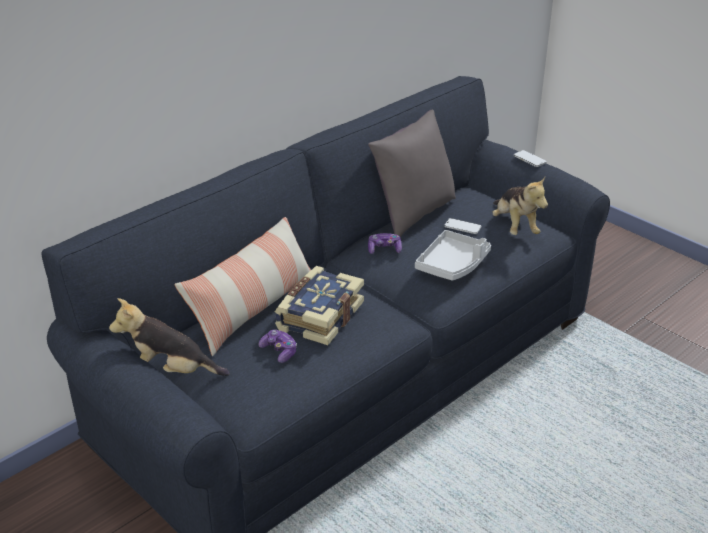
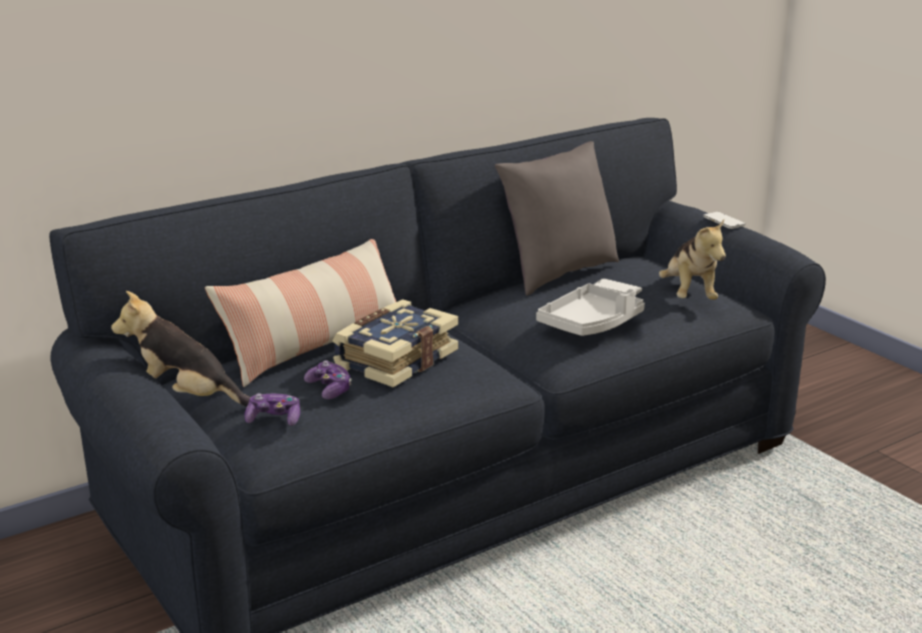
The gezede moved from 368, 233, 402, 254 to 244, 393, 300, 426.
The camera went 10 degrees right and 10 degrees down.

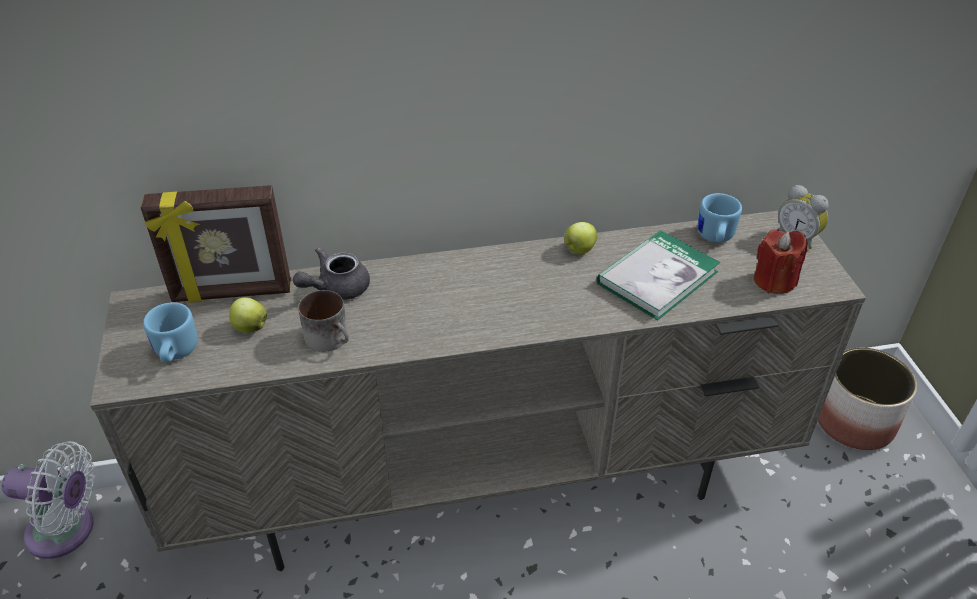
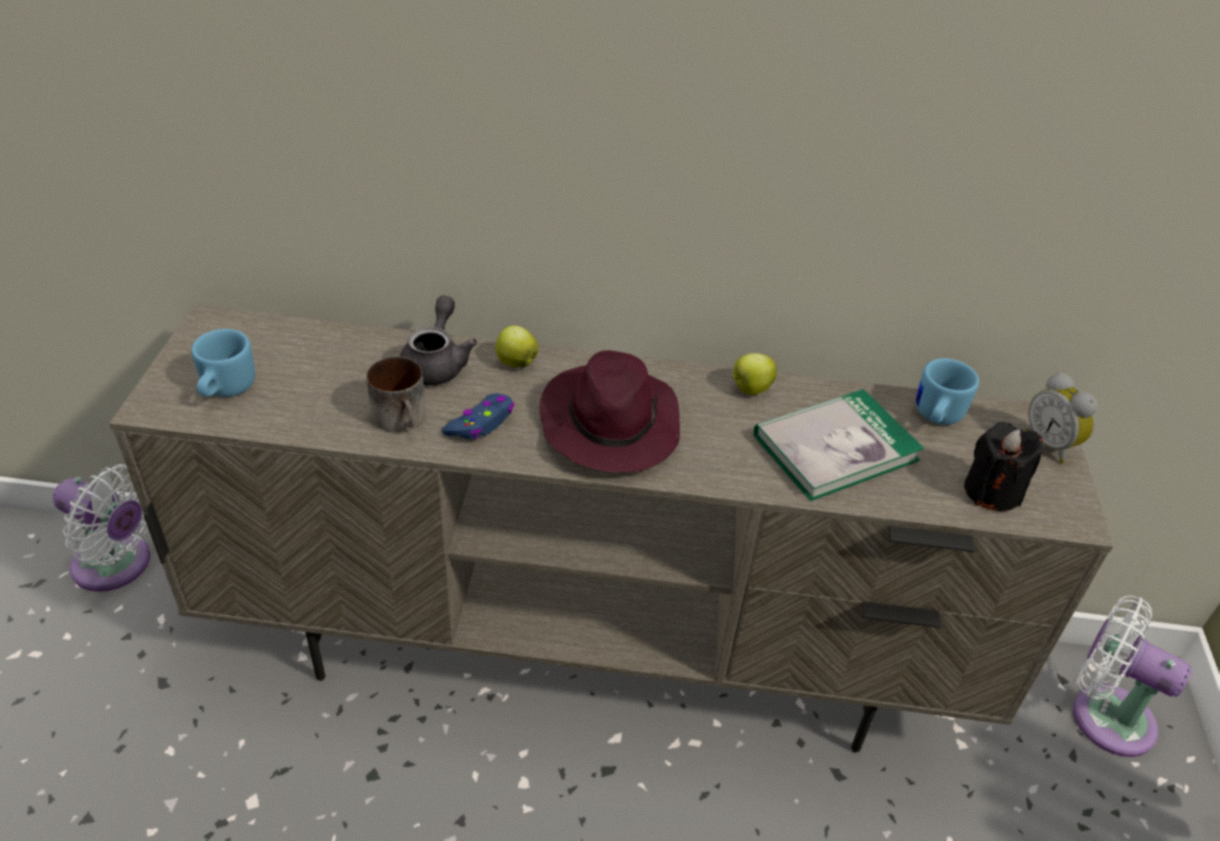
The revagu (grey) at 293, 248, 370, 300 turned 120 degrees clockwise.
The gezede (blue) at 442, 393, 514, 439 appeared.
The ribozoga moved from 229, 297, 267, 333 to 495, 325, 538, 367.
The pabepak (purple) at 539, 350, 680, 473 appeared.
The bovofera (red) at 754, 229, 808, 294 became the bovofera (black) at 964, 422, 1043, 511.
The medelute at 818, 348, 917, 450 was replaced by the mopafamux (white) at 1073, 596, 1192, 757.
The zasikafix at 141, 185, 291, 303 disappeared.
The camera went 15 degrees right and 0 degrees up.

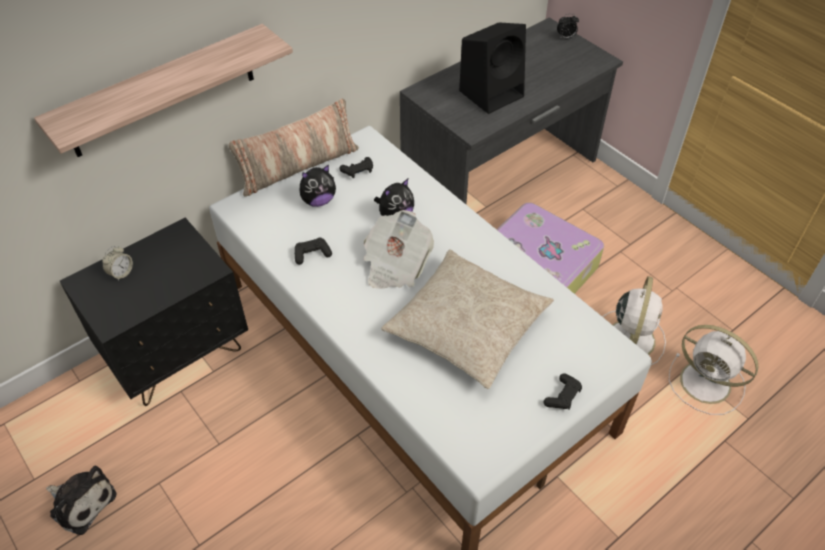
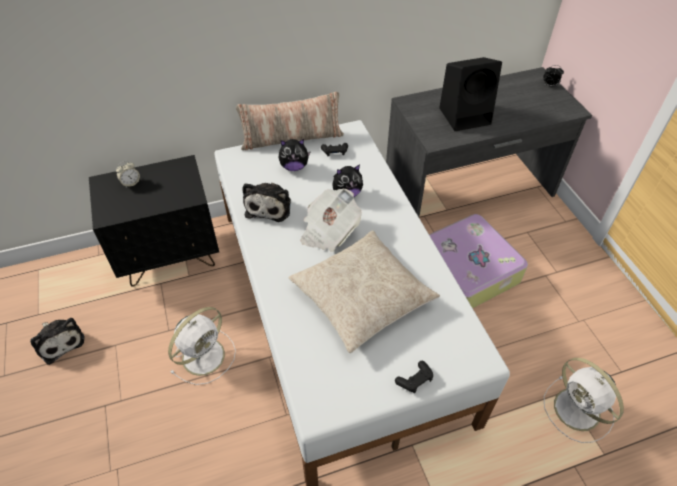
The mopafamux (white) moved from 602, 276, 666, 365 to 168, 307, 236, 385.
The gezede (black) at 295, 238, 332, 265 was replaced by the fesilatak at 242, 183, 291, 222.
The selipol at 34, 24, 293, 157 disappeared.
The camera went 20 degrees right and 0 degrees up.

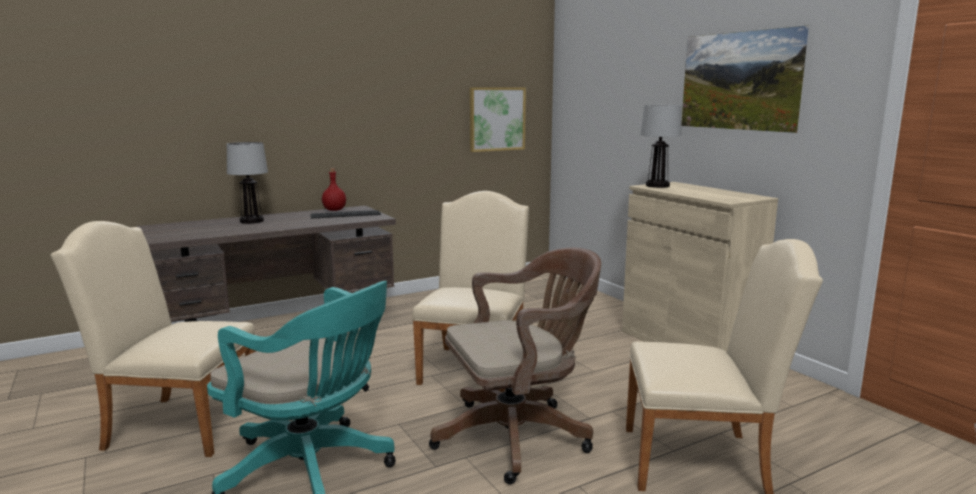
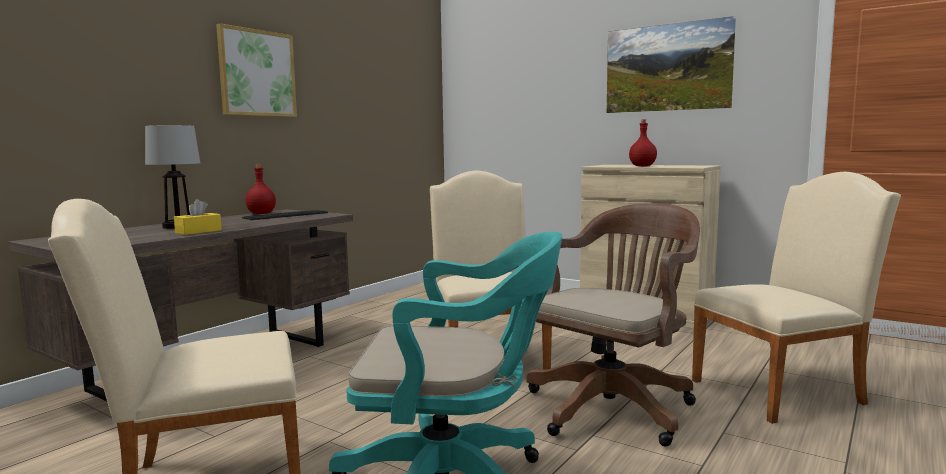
The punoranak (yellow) at 174, 199, 222, 235 appeared.
The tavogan moved from 470, 87, 526, 152 to 216, 23, 297, 117.
The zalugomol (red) at 629, 119, 657, 166 appeared.
The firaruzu at 641, 105, 682, 188 disappeared.
The camera went 25 degrees left and 5 degrees down.

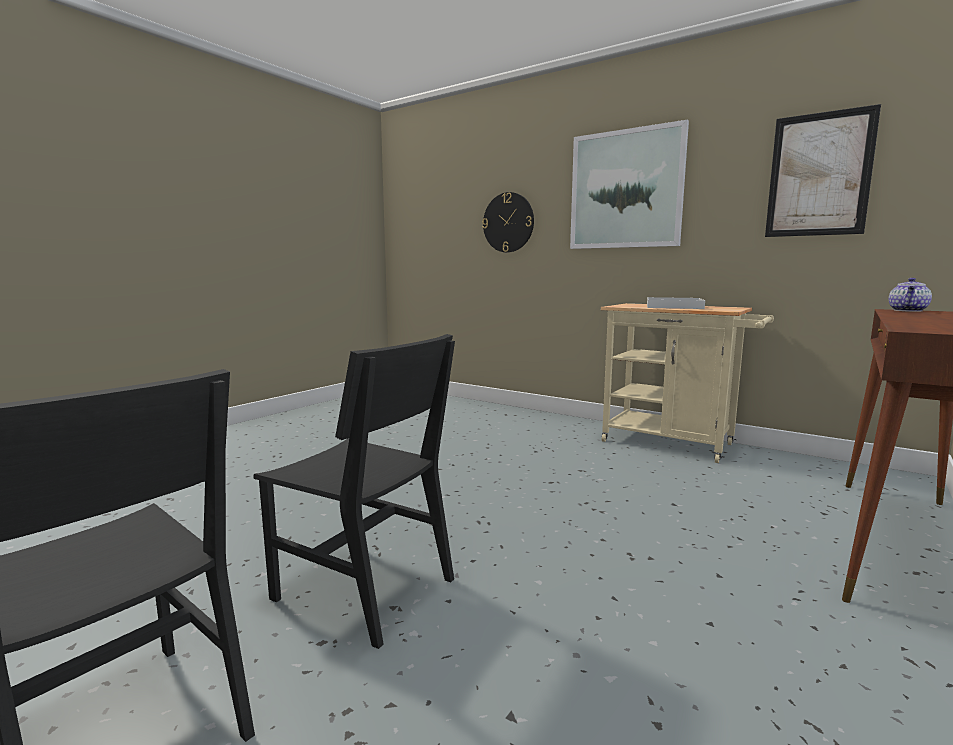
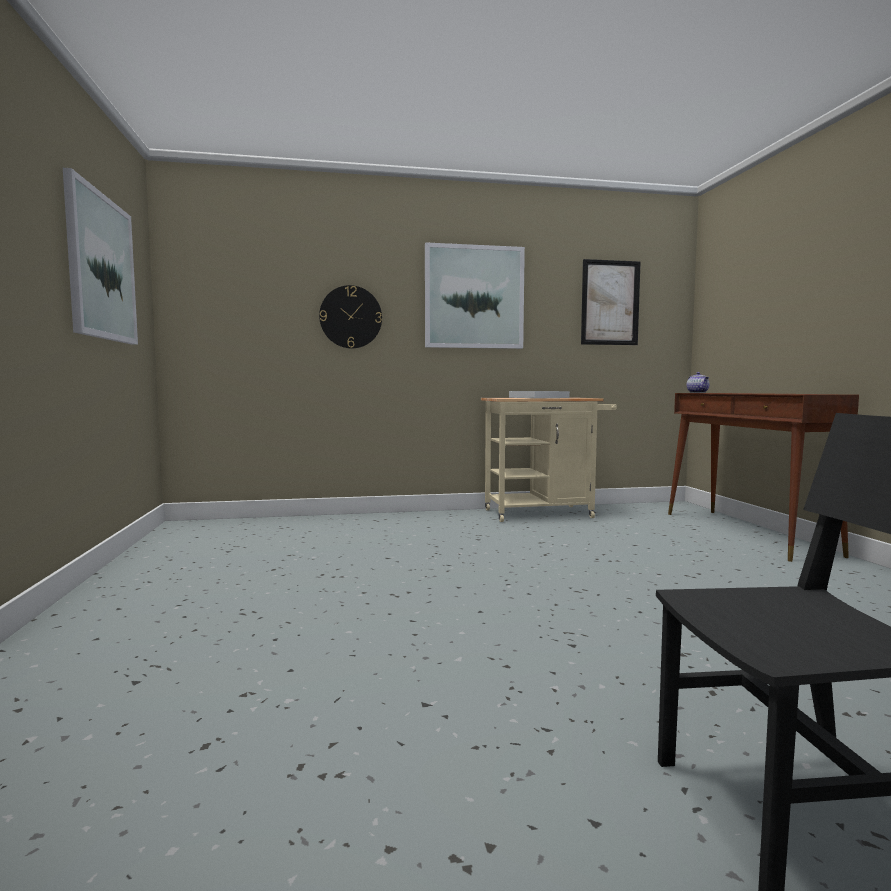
The tavogan at 63, 168, 138, 345 appeared.
The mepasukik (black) at 253, 334, 455, 649 disappeared.
The camera went 45 degrees left and 5 degrees down.

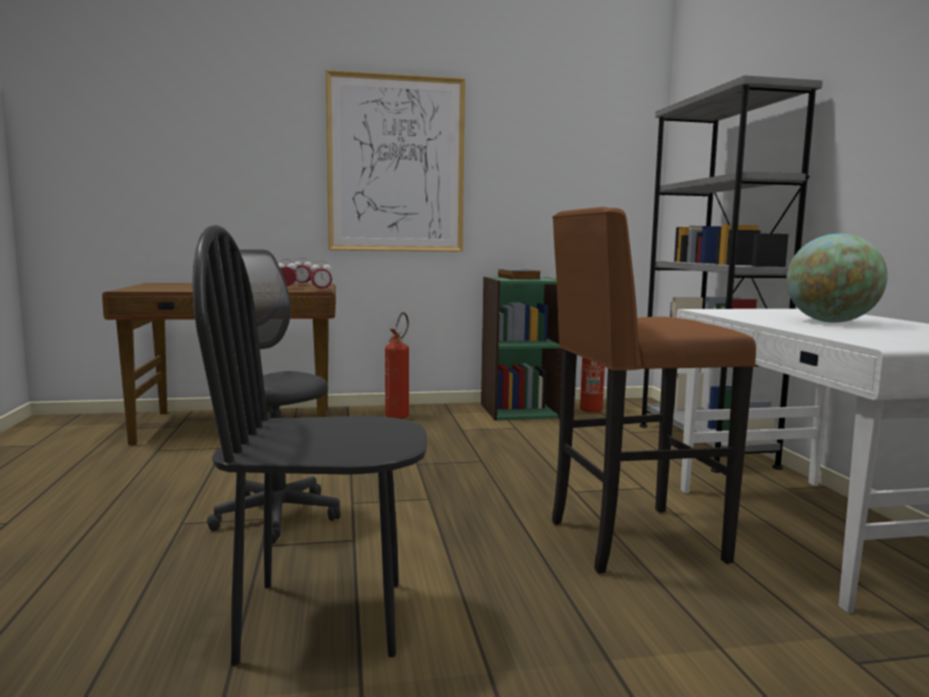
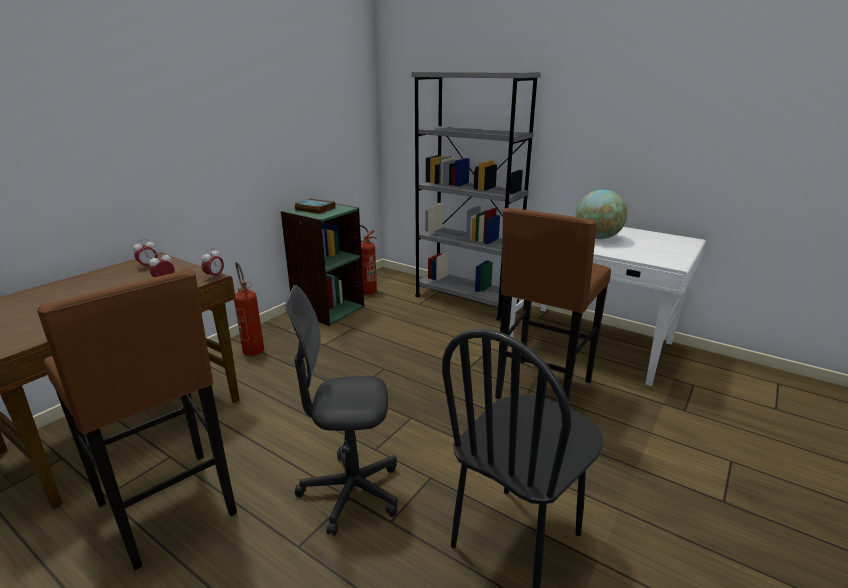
The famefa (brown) at 37, 269, 237, 570 appeared.
The tavogan at 326, 70, 465, 252 disappeared.
The camera went 45 degrees left and 15 degrees up.

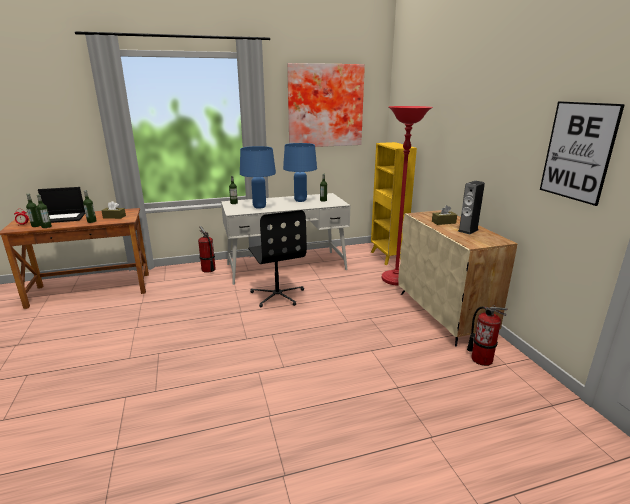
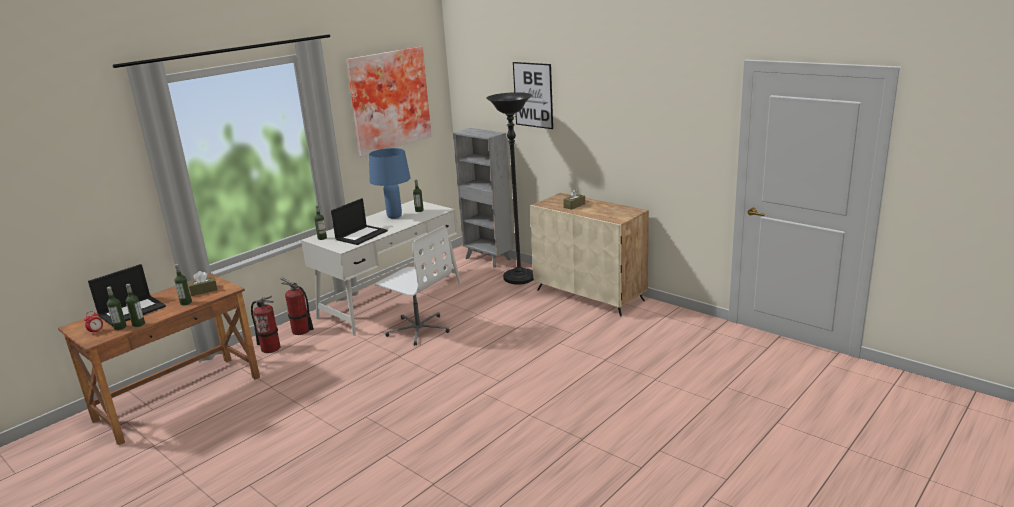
The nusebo moved from 467, 305, 508, 366 to 251, 296, 280, 353.
The firaruzu (blue) at 240, 146, 276, 209 was replaced by the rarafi at 331, 198, 388, 245.
The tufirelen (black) at 248, 210, 307, 307 became the tufirelen (white) at 375, 226, 452, 345.
The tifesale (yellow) at 371, 142, 417, 265 became the tifesale (grey) at 453, 128, 513, 268.
The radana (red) at 382, 106, 433, 286 became the radana (black) at 486, 92, 534, 285.
The tavogan moved from 540, 101, 625, 206 to 513, 62, 553, 129.
The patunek at 458, 181, 485, 235 disappeared.
The camera went 30 degrees left and 0 degrees up.

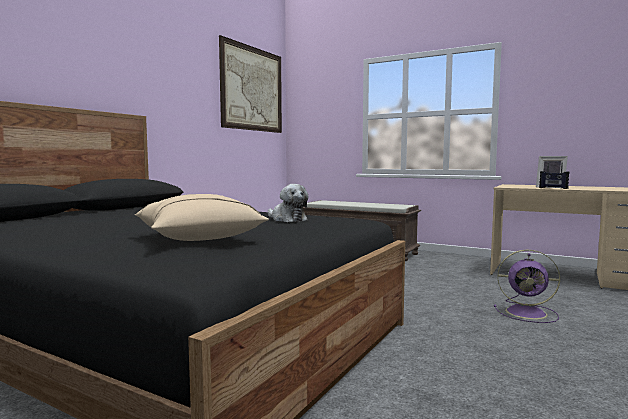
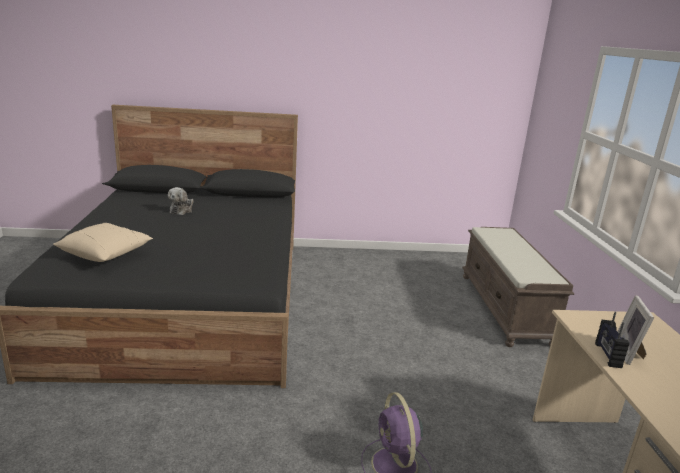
The fesilatak moved from 268, 184, 309, 222 to 168, 187, 194, 215.
The tavogan at 219, 35, 282, 133 disappeared.
The camera went 55 degrees right and 15 degrees up.

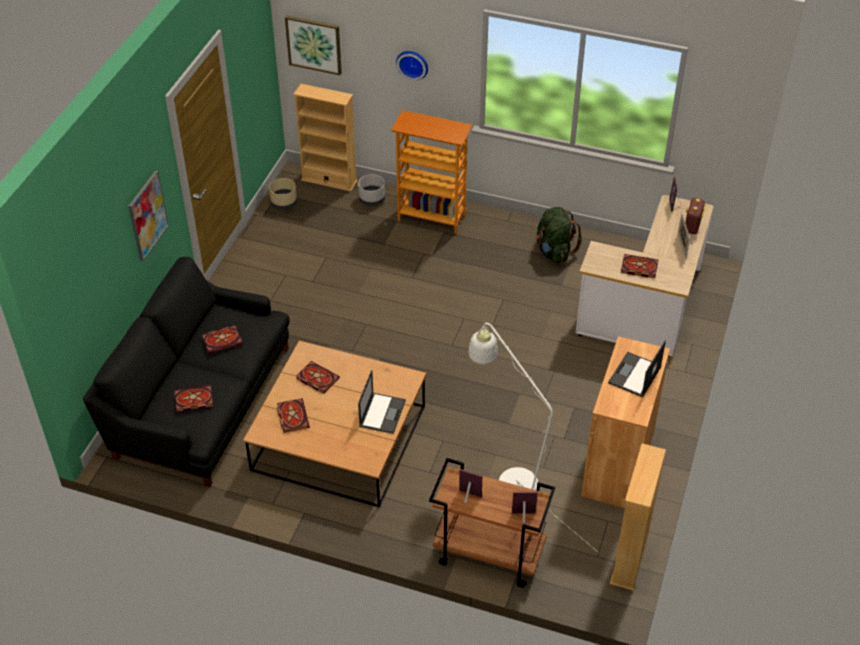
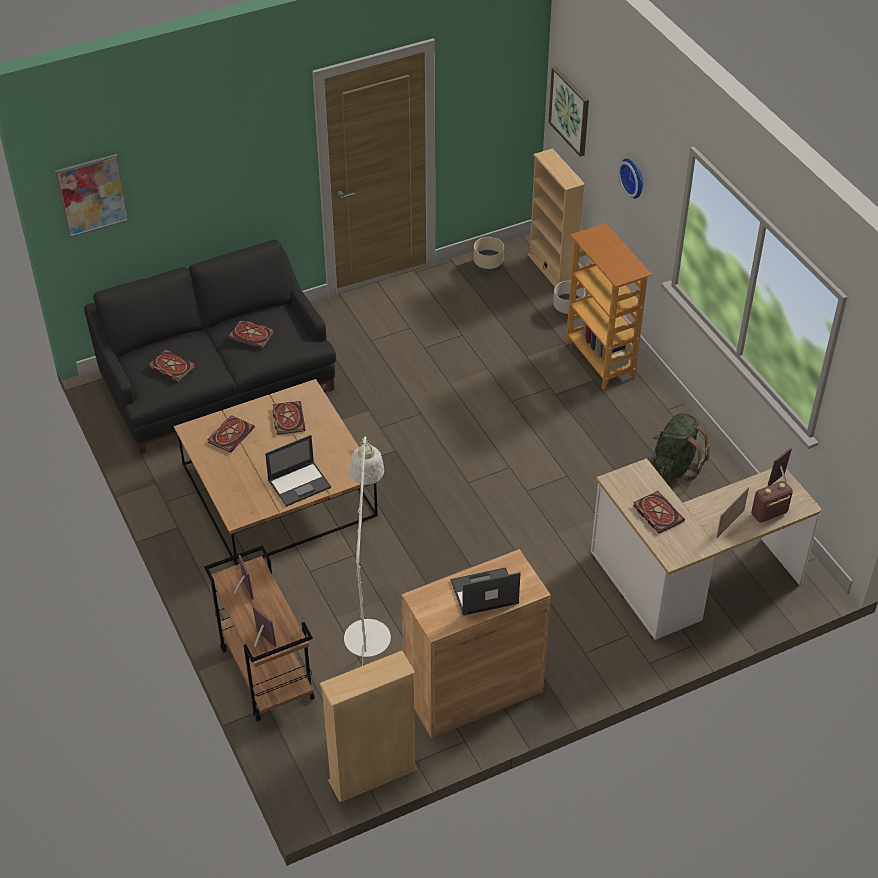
The tavogan moved from 128, 171, 169, 261 to 55, 154, 129, 237.
The camera went 45 degrees right and 0 degrees up.

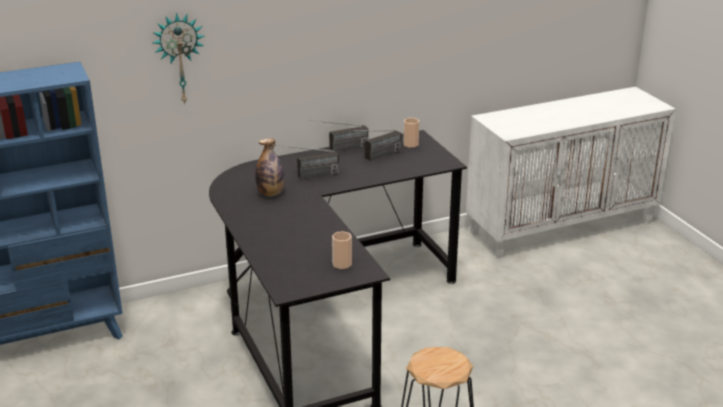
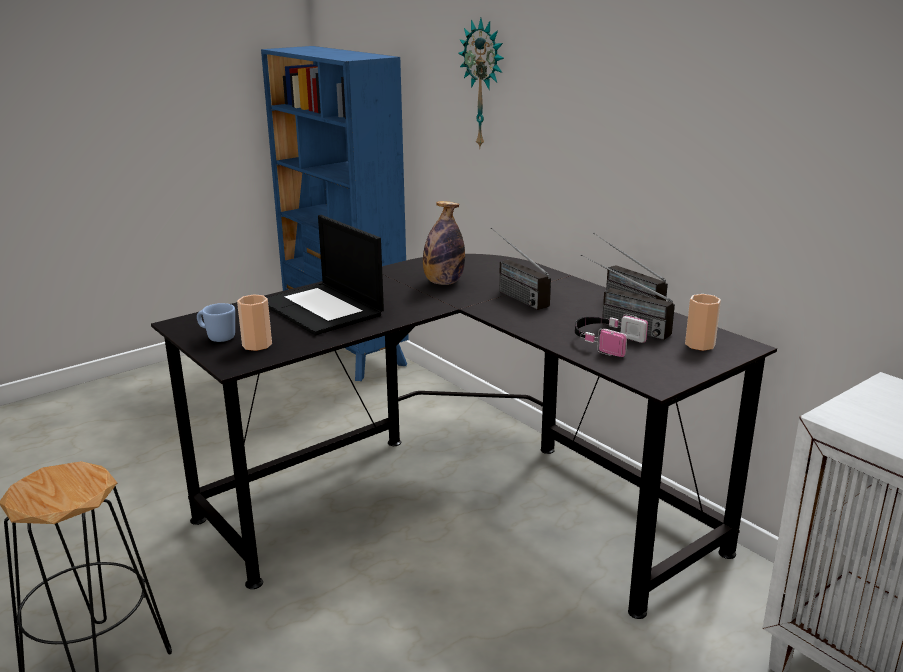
The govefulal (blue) at 197, 303, 235, 342 appeared.
The rarafi at 267, 215, 384, 335 appeared.
The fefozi at 575, 314, 648, 357 appeared.
The camera went 75 degrees right and 5 degrees down.

